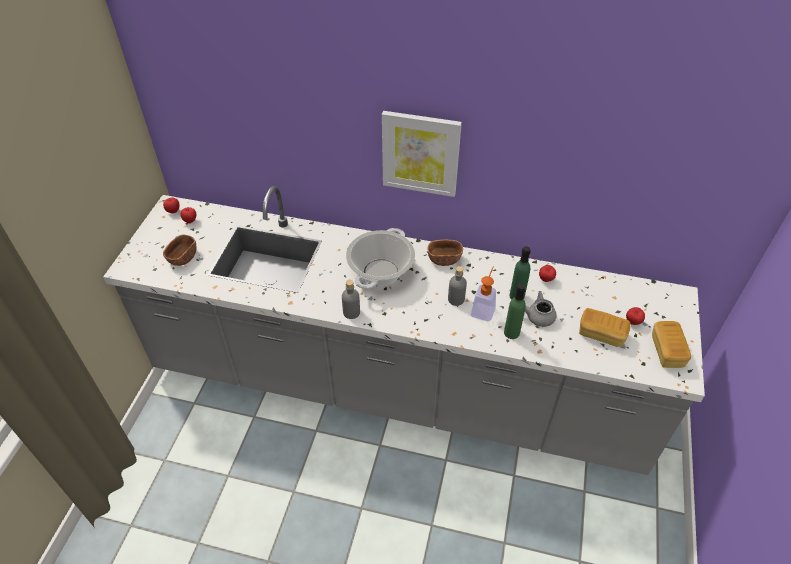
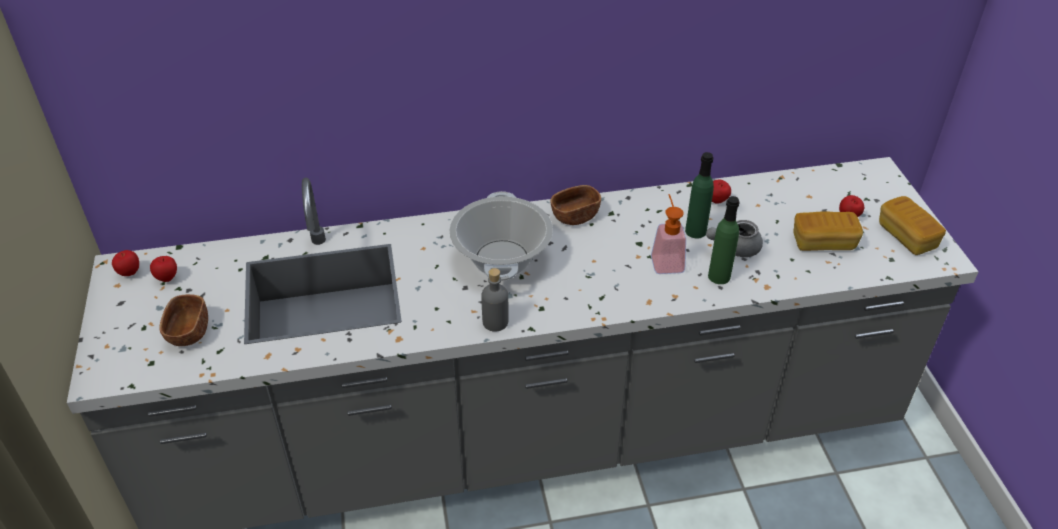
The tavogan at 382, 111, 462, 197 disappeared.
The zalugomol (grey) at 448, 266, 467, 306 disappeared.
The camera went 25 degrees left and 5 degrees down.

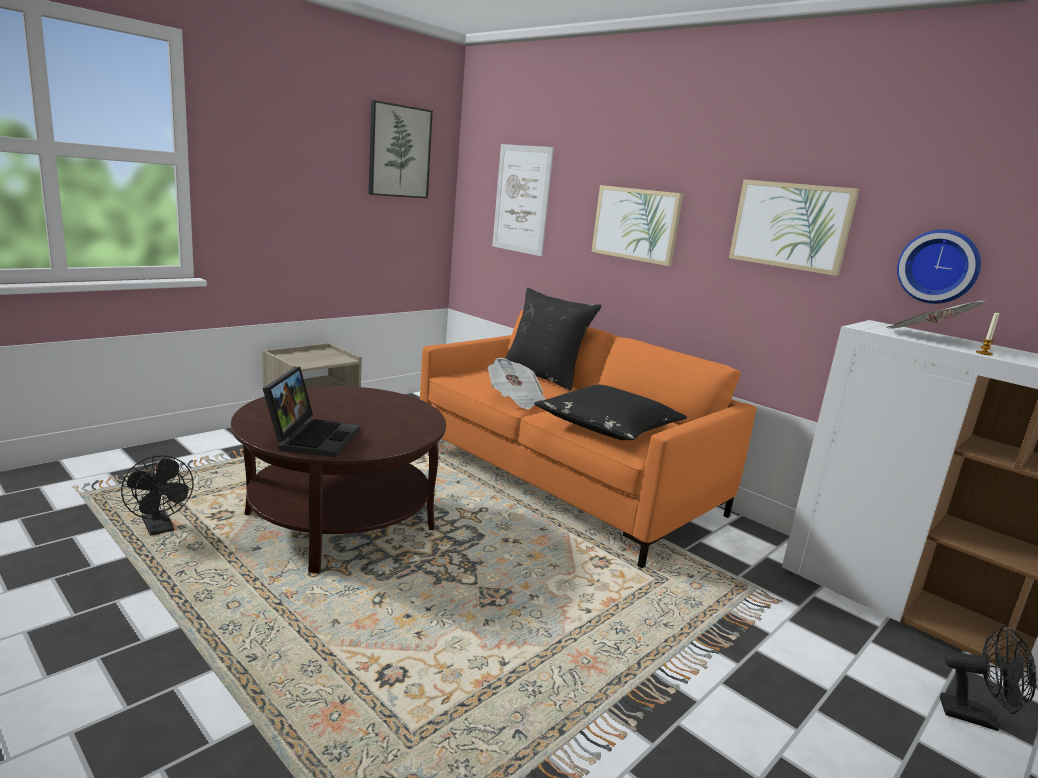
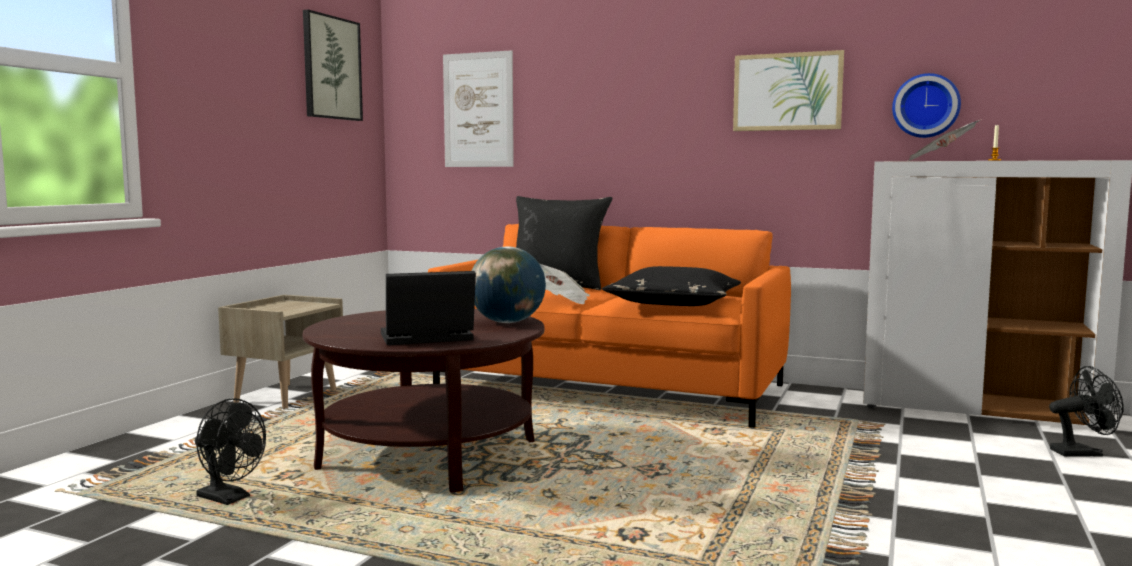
The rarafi at 263, 367, 360, 457 turned 90 degrees counterclockwise.
The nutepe at 472, 246, 546, 323 appeared.
The tavogan at 591, 185, 683, 266 disappeared.
The camera went 20 degrees left and 10 degrees down.

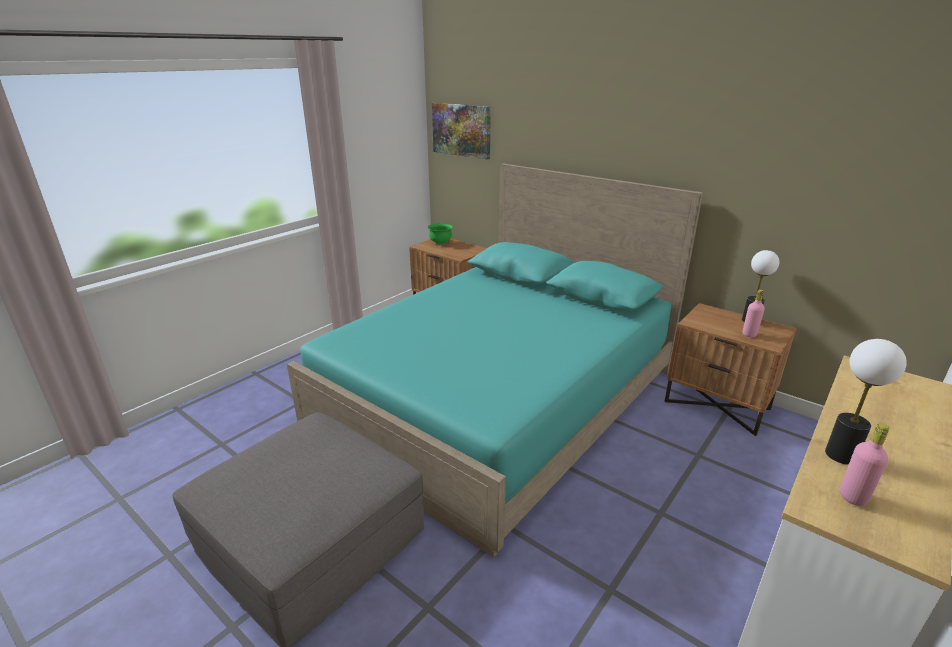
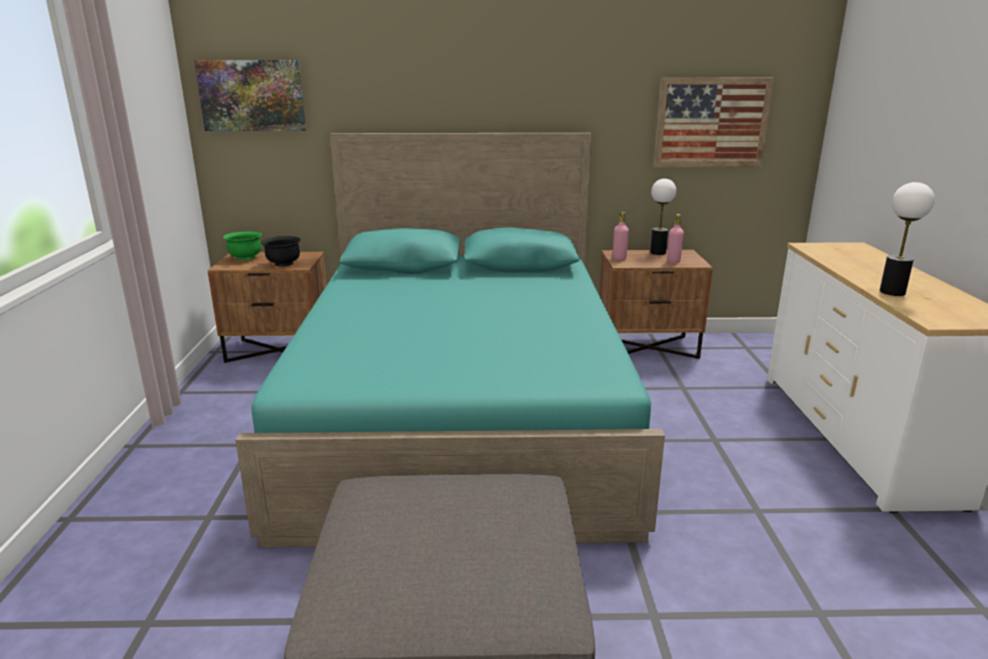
The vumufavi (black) at 261, 236, 301, 267 appeared.
The zalugomol (pink) moved from 840, 423, 889, 506 to 613, 212, 629, 260.
The tavogan at 653, 77, 774, 167 appeared.
The camera went 40 degrees left and 5 degrees down.

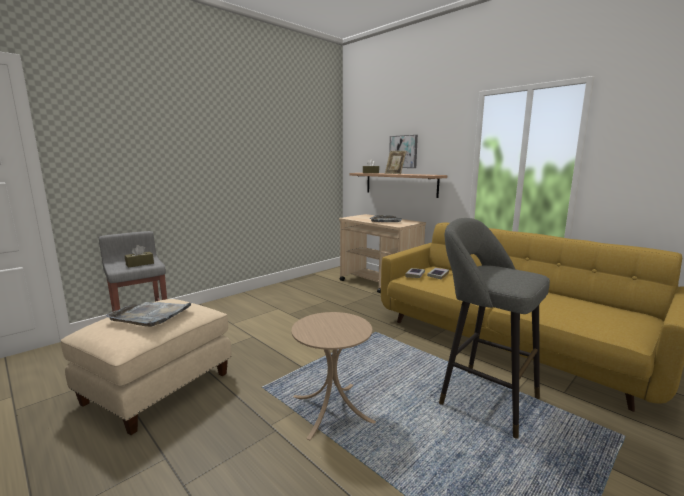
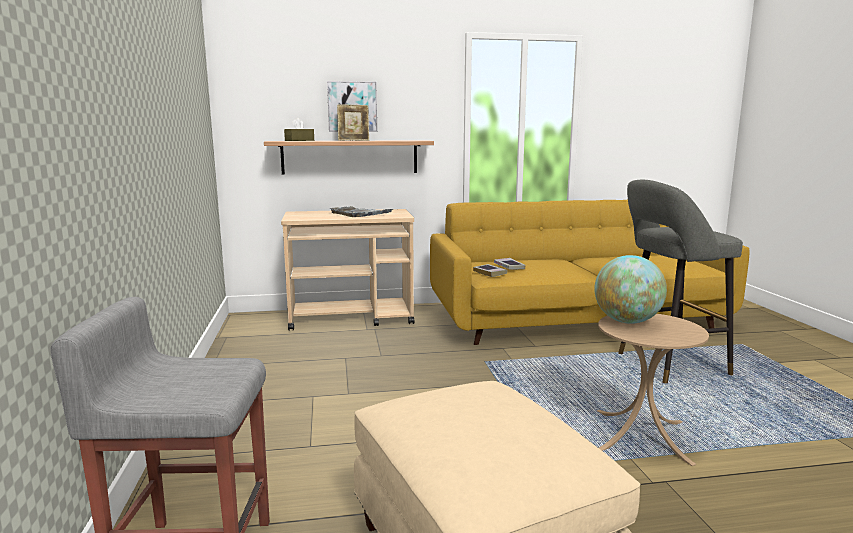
The nutepe at 594, 255, 667, 324 appeared.
The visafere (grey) at 106, 302, 193, 327 disappeared.
The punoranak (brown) at 125, 245, 154, 268 disappeared.
The camera went 55 degrees left and 0 degrees up.

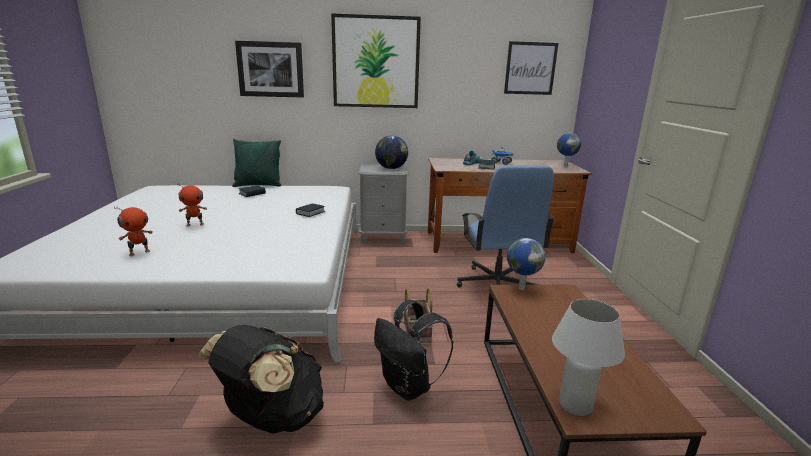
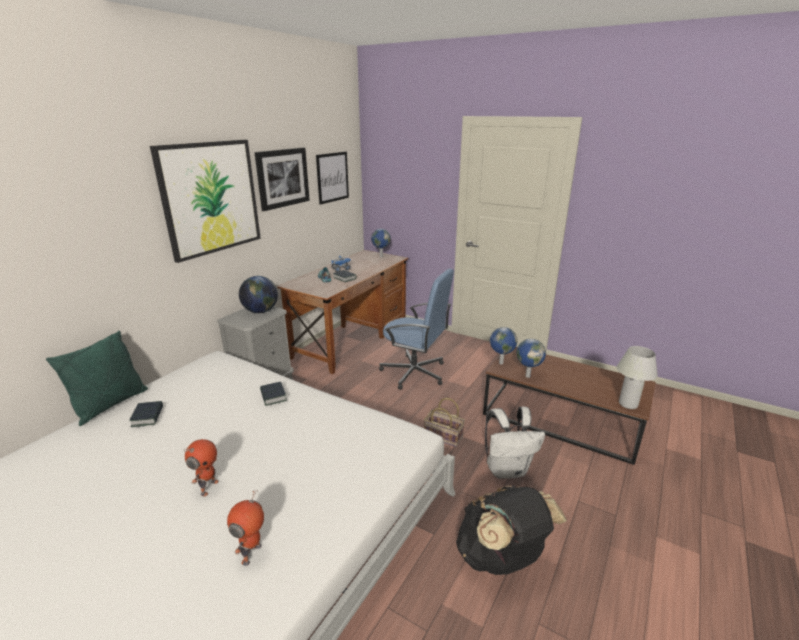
The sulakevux at 114, 206, 153, 256 turned 150 degrees counterclockwise.
The tavogan moved from 235, 41, 304, 98 to 255, 148, 310, 211.
The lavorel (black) at 374, 300, 453, 401 became the lavorel (white) at 485, 406, 545, 479.
The nutepe at 516, 339, 546, 378 appeared.
The camera went 55 degrees left and 5 degrees up.

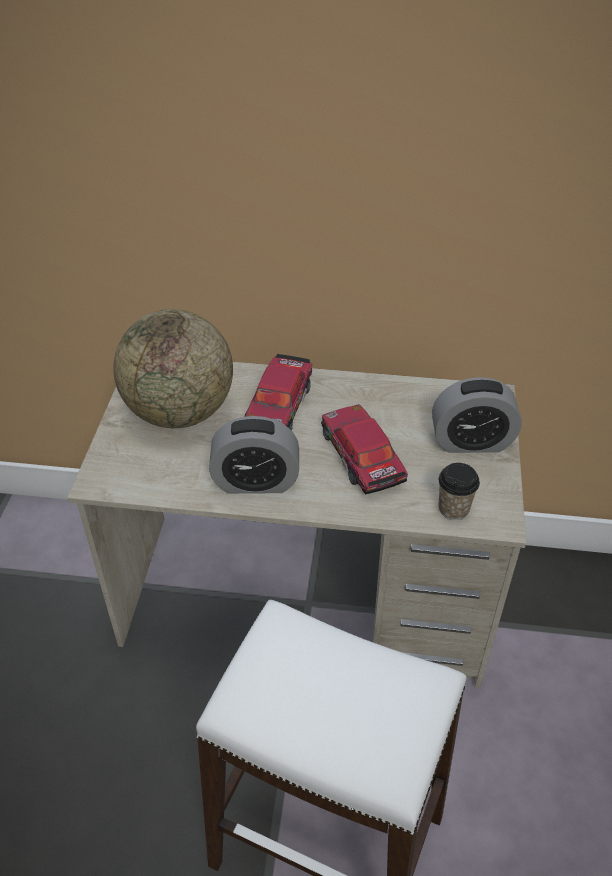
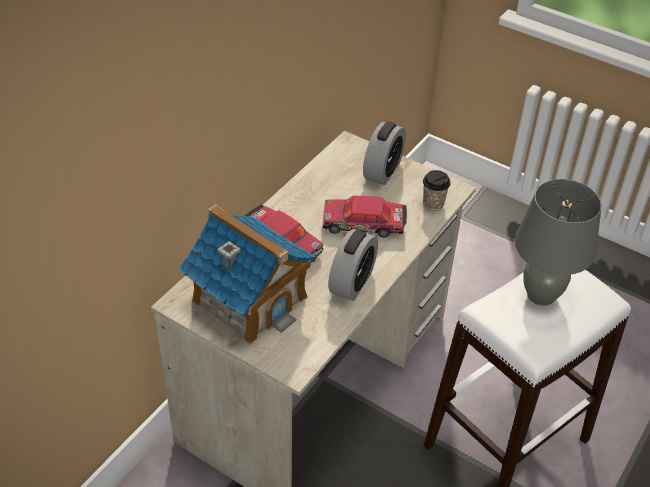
The nutepe at 113, 309, 233, 428 was replaced by the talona at 178, 204, 316, 344.
The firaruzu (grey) at 515, 179, 602, 306 appeared.
The camera went 65 degrees left and 0 degrees up.

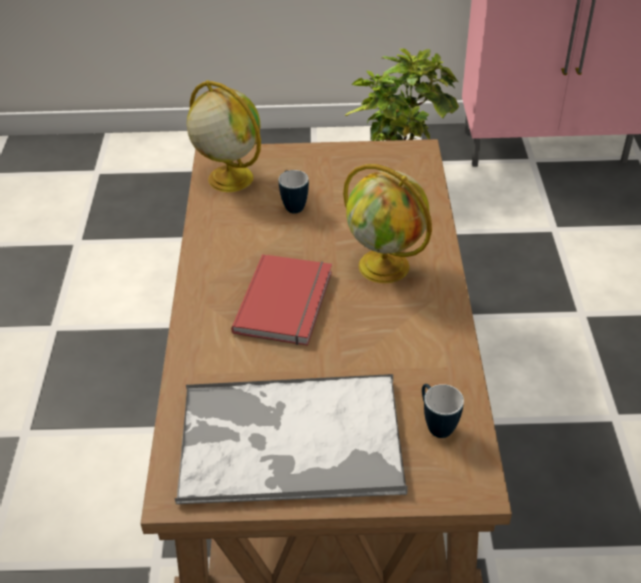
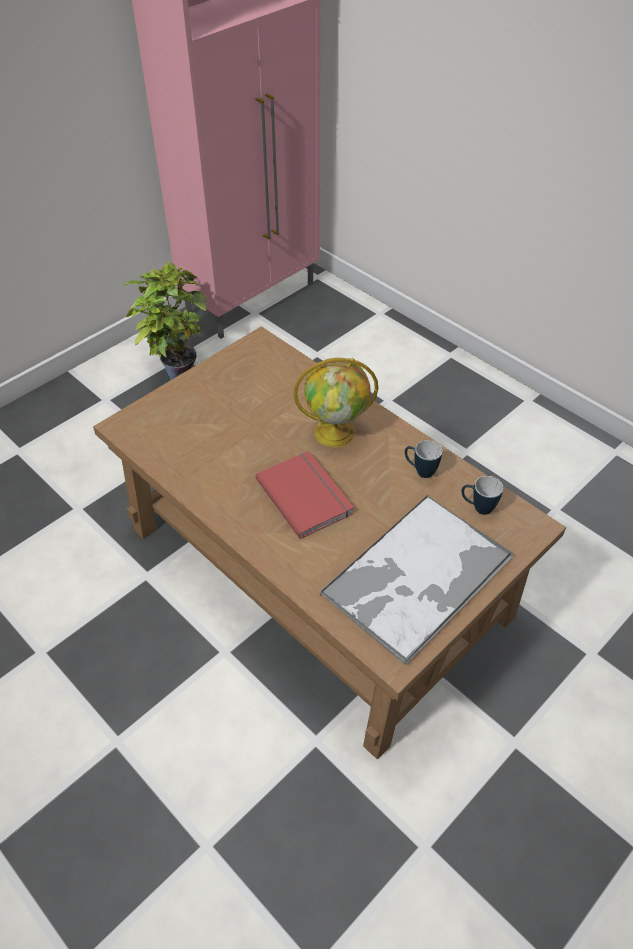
The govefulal moved from 279, 170, 309, 214 to 405, 440, 442, 478.
The nutepe at 187, 80, 261, 192 disappeared.
The camera went 45 degrees left and 5 degrees up.

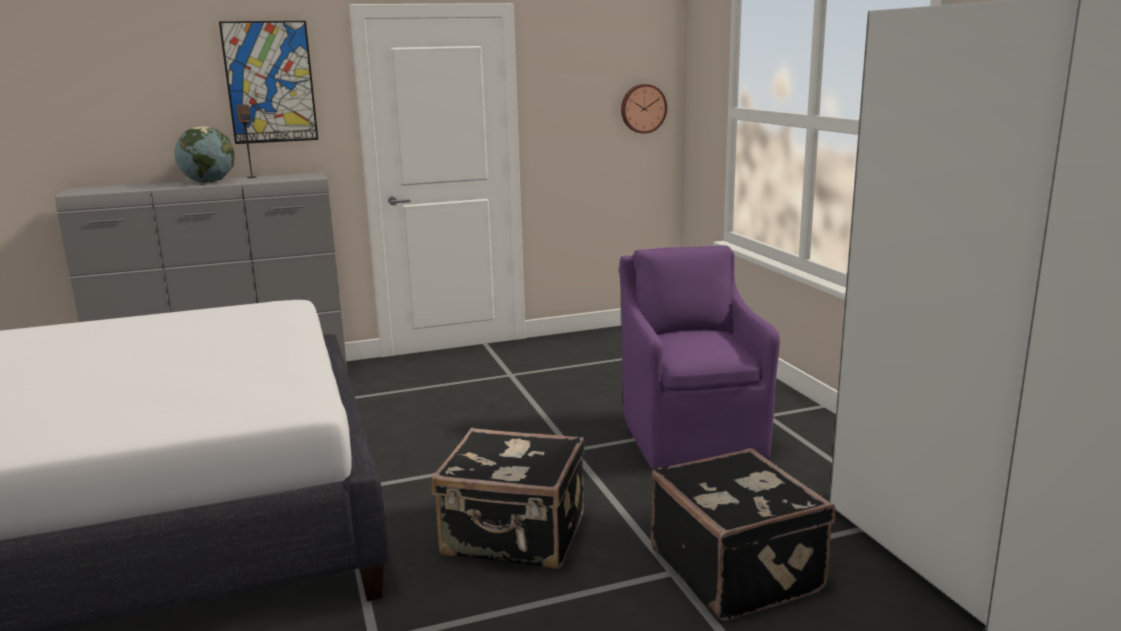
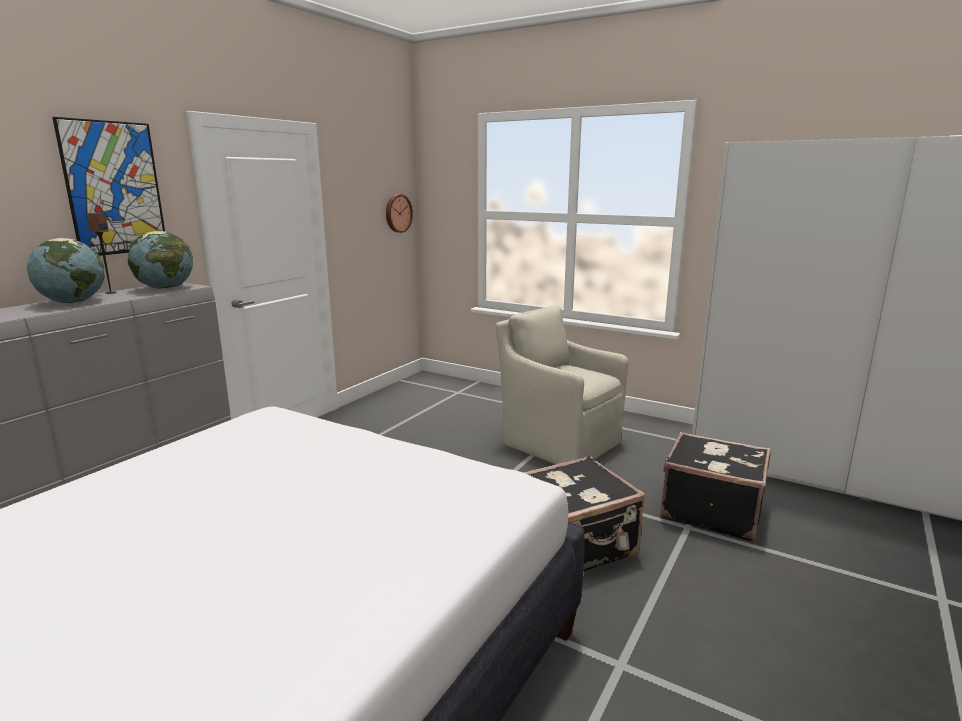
The nutepe at 128, 231, 193, 289 appeared.
The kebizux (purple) at 620, 245, 780, 469 became the kebizux (beige) at 496, 305, 629, 464.
The camera went 40 degrees left and 0 degrees up.

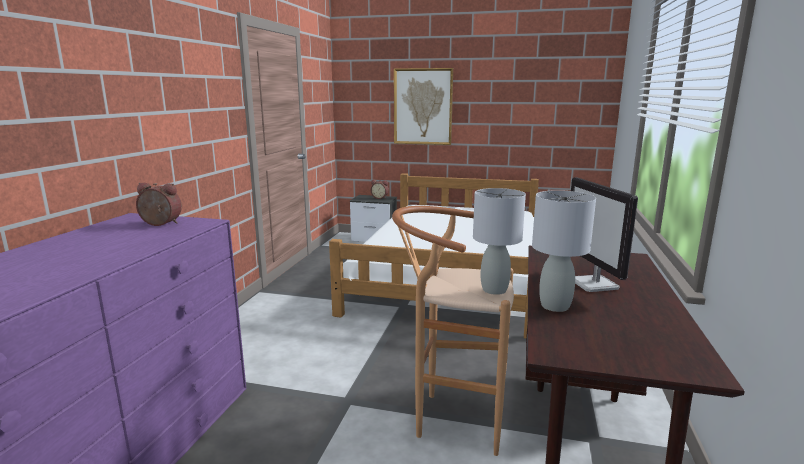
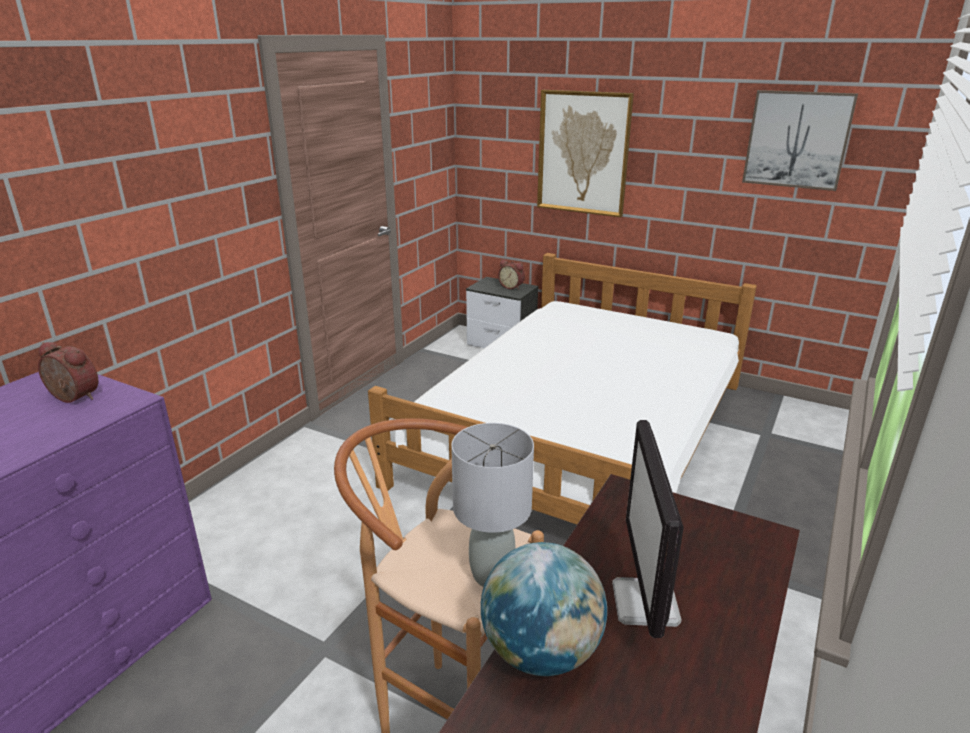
The firaruzu (grey) at 532, 190, 596, 312 was replaced by the nutepe at 481, 542, 607, 676.
The tavogan at 742, 90, 858, 191 appeared.
The camera went 15 degrees right and 10 degrees up.

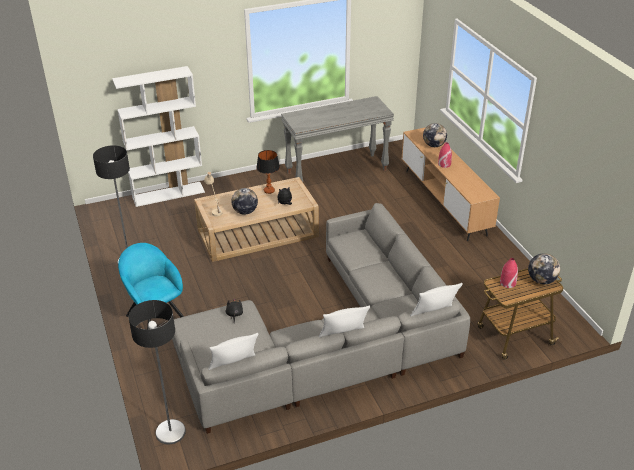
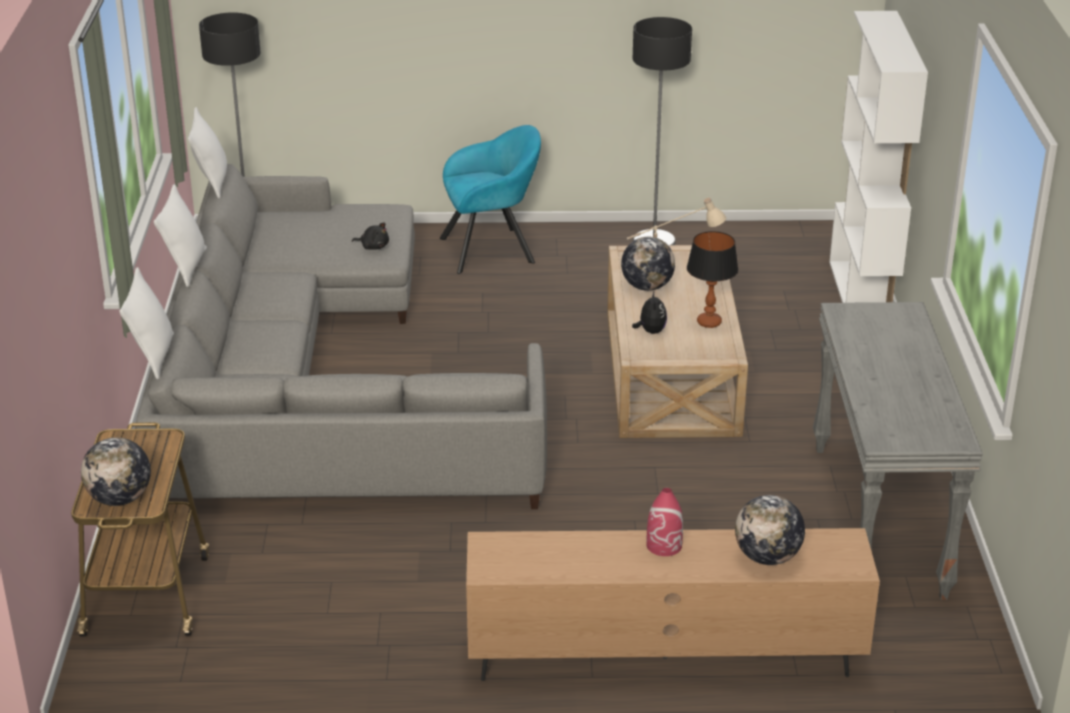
The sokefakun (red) at 500, 258, 518, 288 disappeared.
The camera went 110 degrees right and 5 degrees down.

